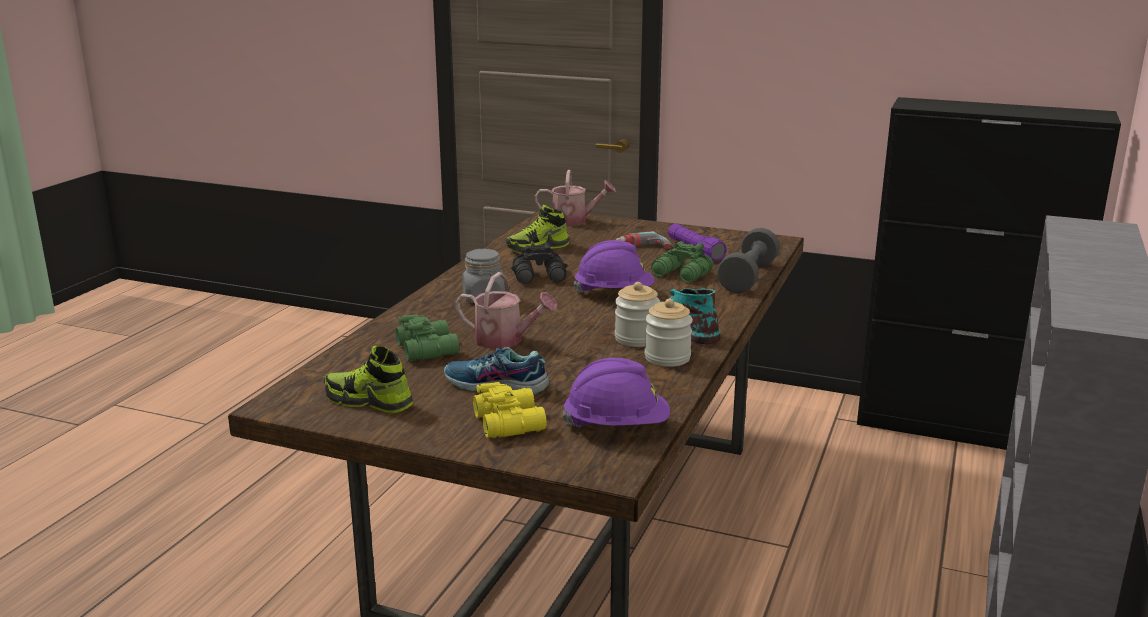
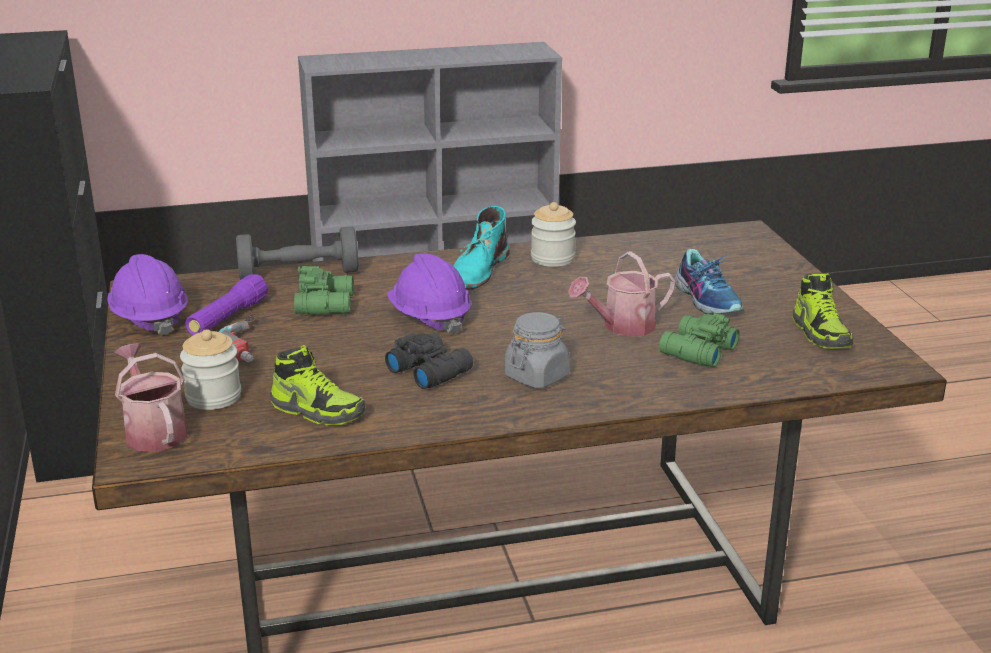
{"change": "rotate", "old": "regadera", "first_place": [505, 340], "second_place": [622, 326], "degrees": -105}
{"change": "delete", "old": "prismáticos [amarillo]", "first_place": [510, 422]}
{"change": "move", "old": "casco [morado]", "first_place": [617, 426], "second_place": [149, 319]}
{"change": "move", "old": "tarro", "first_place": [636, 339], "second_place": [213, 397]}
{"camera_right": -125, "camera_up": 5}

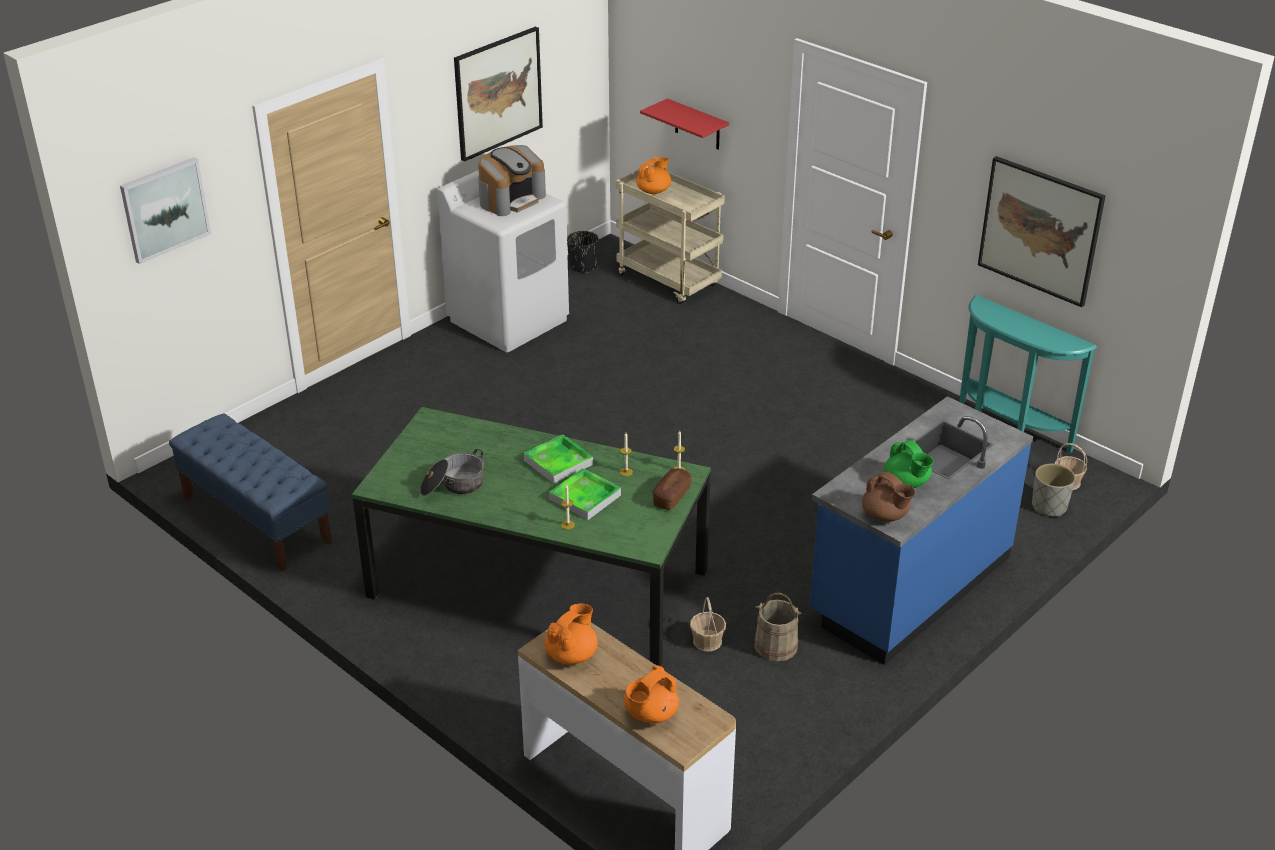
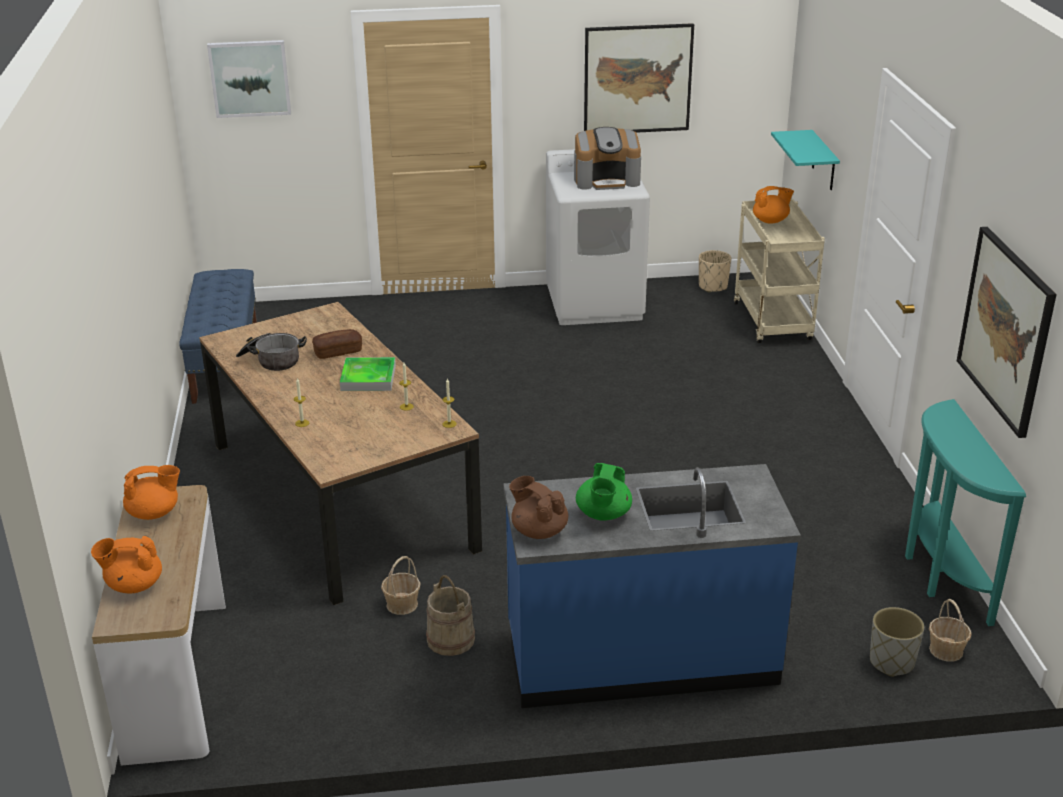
{"change": "recolor", "old": "mesa de comedor [verde]", "new": "mesa de comedor [marrón]", "first_place": [539, 583], "second_place": [342, 496]}
{"change": "delete", "old": "bandeja", "first_place": [585, 497]}
{"change": "recolor", "old": "maceta [negro]", "new": "maceta [beis]", "first_place": [583, 266], "second_place": [713, 286]}
{"change": "recolor", "old": "estante [rojo]", "new": "estante [turquesa]", "first_place": [697, 125], "second_place": [824, 161]}
{"change": "move", "old": "pan", "first_place": [671, 496], "second_place": [338, 352]}
{"change": "rotate", "old": "tetera [marrón]", "first_place": [885, 515], "second_place": [538, 531], "degrees": 135}
{"camera_right": 40, "camera_up": -5}

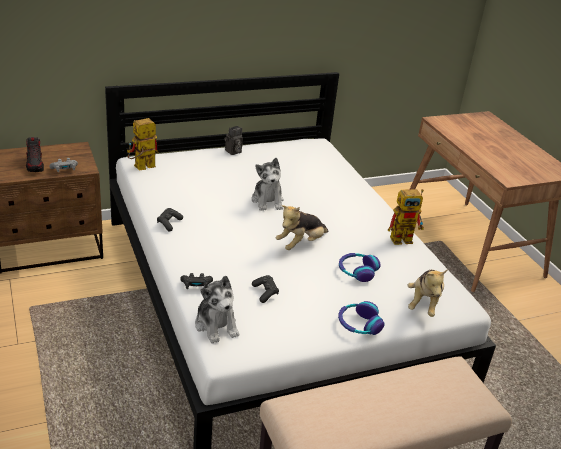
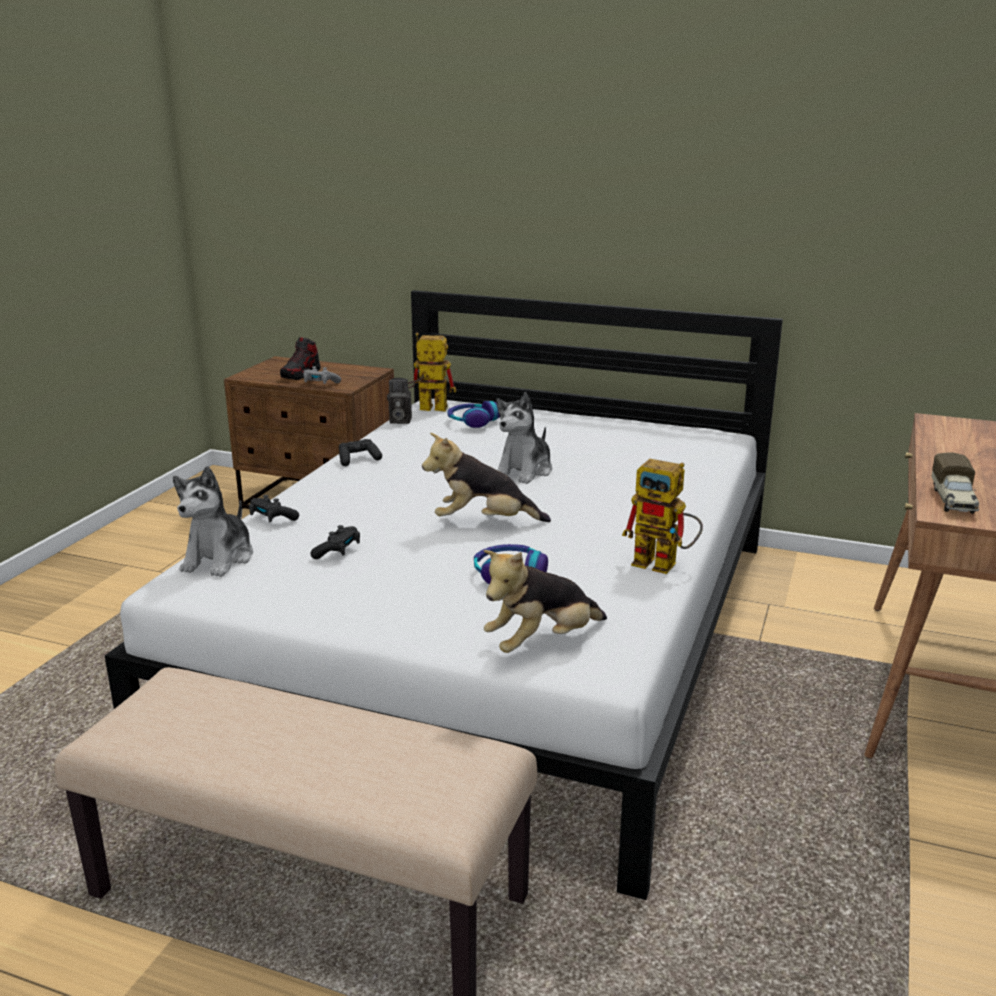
{"change": "move", "old": "cámara", "first_place": [233, 152], "second_place": [399, 421]}
{"change": "move", "old": "auriculares", "first_place": [359, 324], "second_place": [473, 421]}
{"change": "insert", "new": "camión de juguete", "second_place": [953, 501]}
{"camera_right": 45, "camera_up": -10}

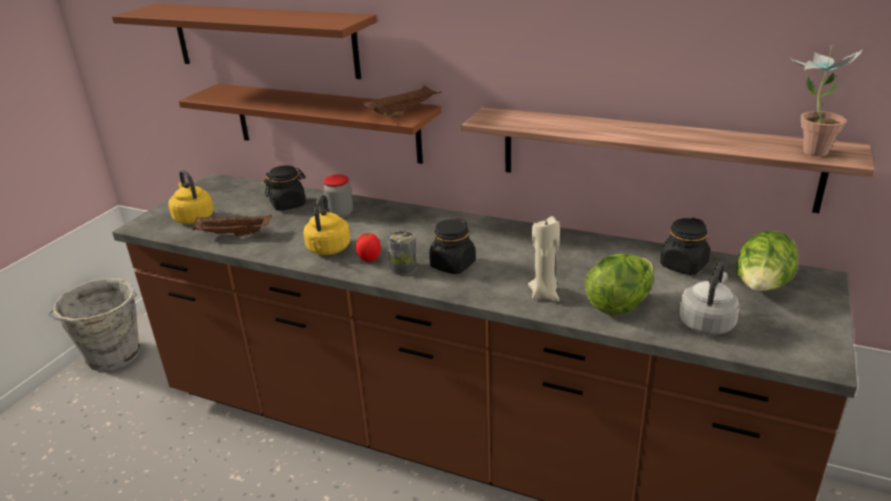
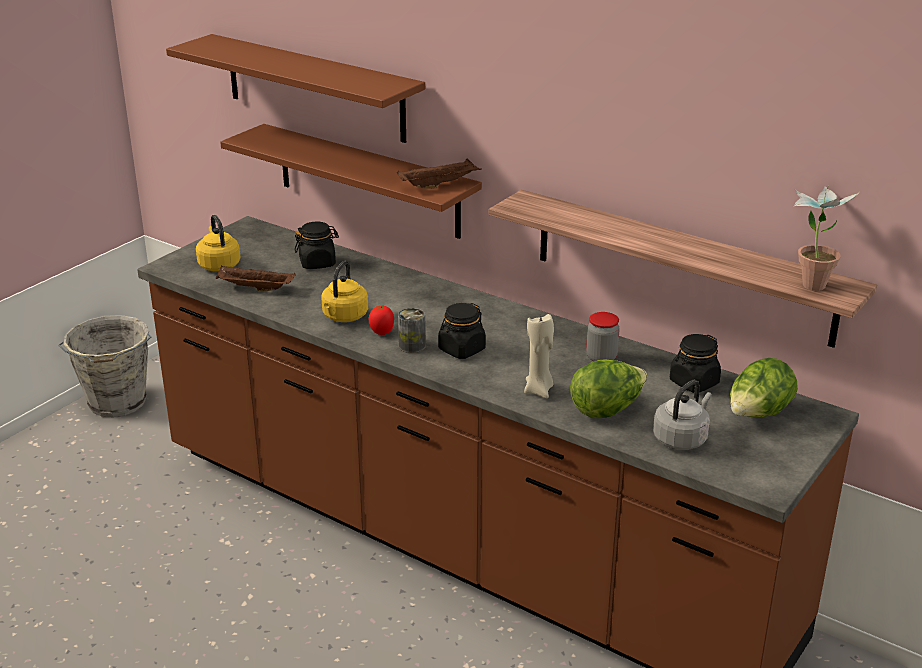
{"change": "move", "old": "tarro", "first_place": [340, 213], "second_place": [601, 357]}
{"camera_right": 10, "camera_up": 0}

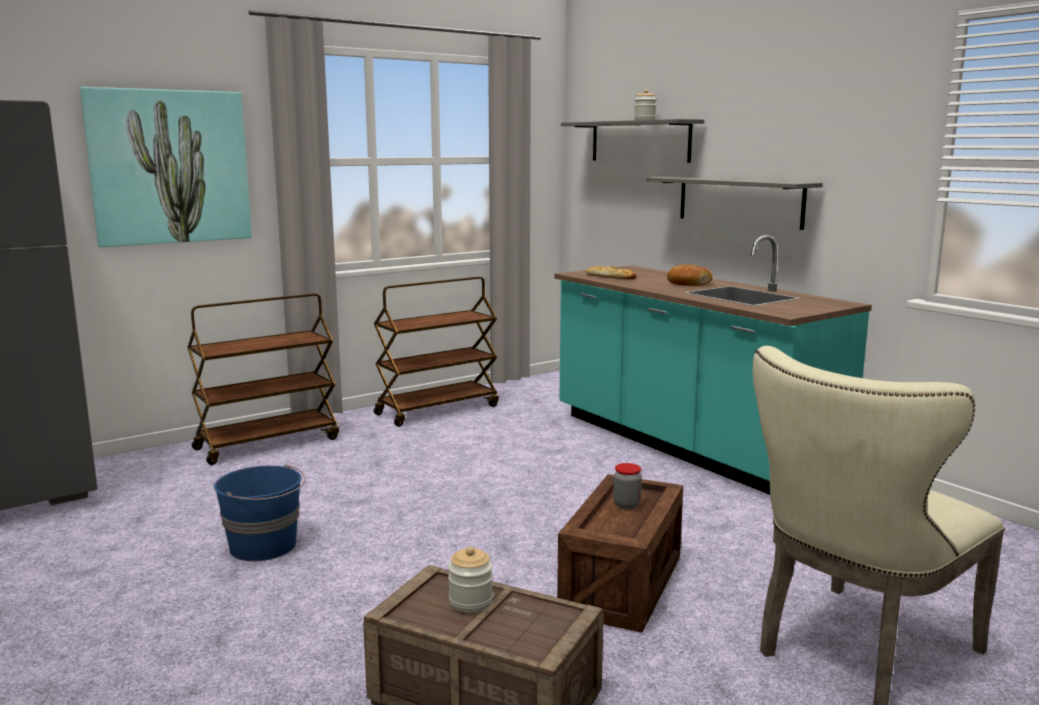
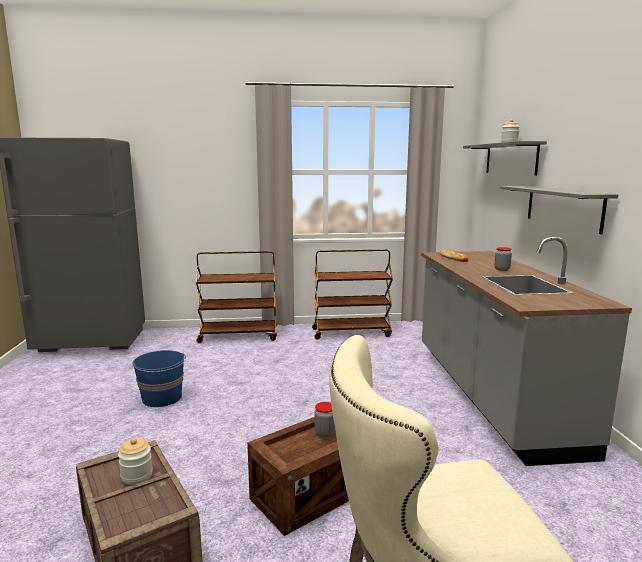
{"change": "delete", "old": "cuadro", "first_place": [169, 167]}
{"change": "recolor", "old": "mueble bajo de cocina [turquesa]", "new": "mueble bajo de cocina [gris]", "first_place": [688, 447], "second_place": [490, 395]}
{"change": "replace", "old": "pan", "new": "tarro", "first_place": [688, 283], "second_place": [502, 269]}
{"camera_right": 30, "camera_up": 0}

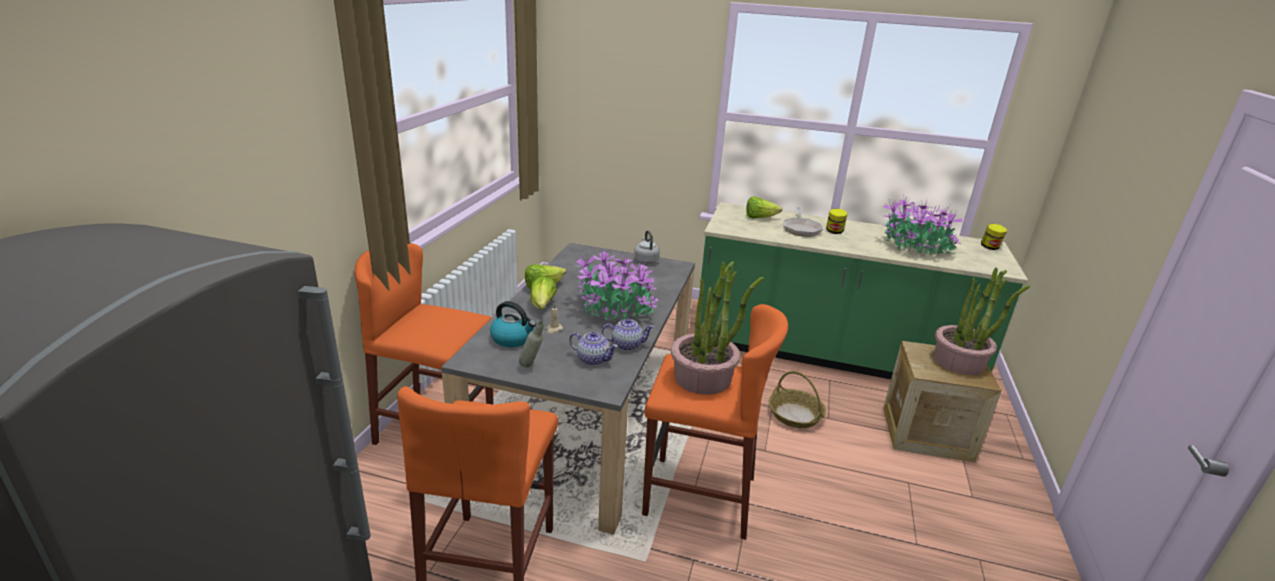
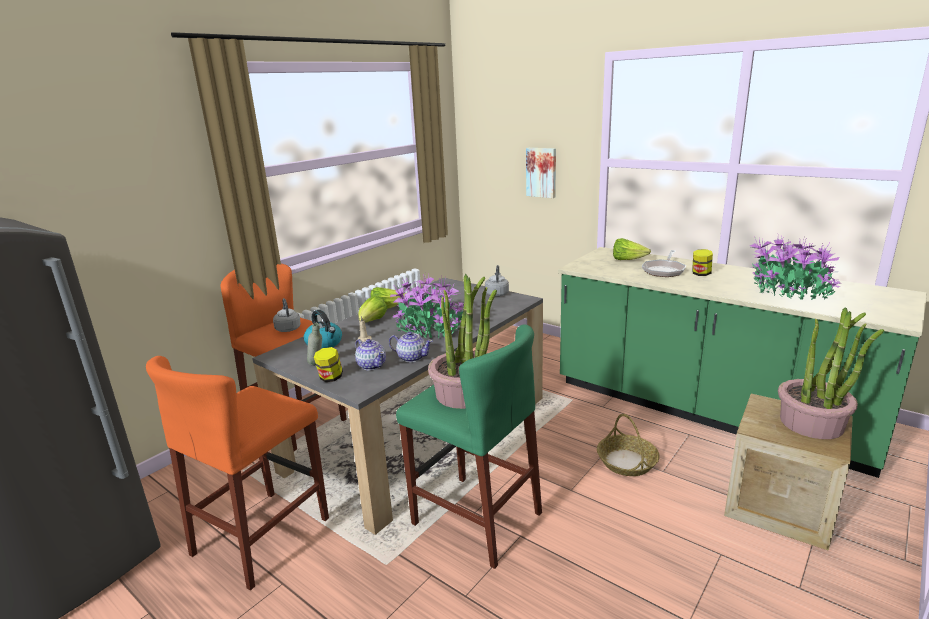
{"change": "recolor", "old": "taburete [naranja]", "new": "taburete [verde]", "first_place": [699, 496], "second_place": [476, 518]}
{"change": "move", "old": "tarro", "first_place": [990, 247], "second_place": [330, 378]}
{"change": "insert", "new": "hervidor [gris]", "second_place": [288, 328]}
{"change": "insert", "new": "cuadro", "second_place": [541, 172]}
{"camera_right": 25, "camera_up": -5}

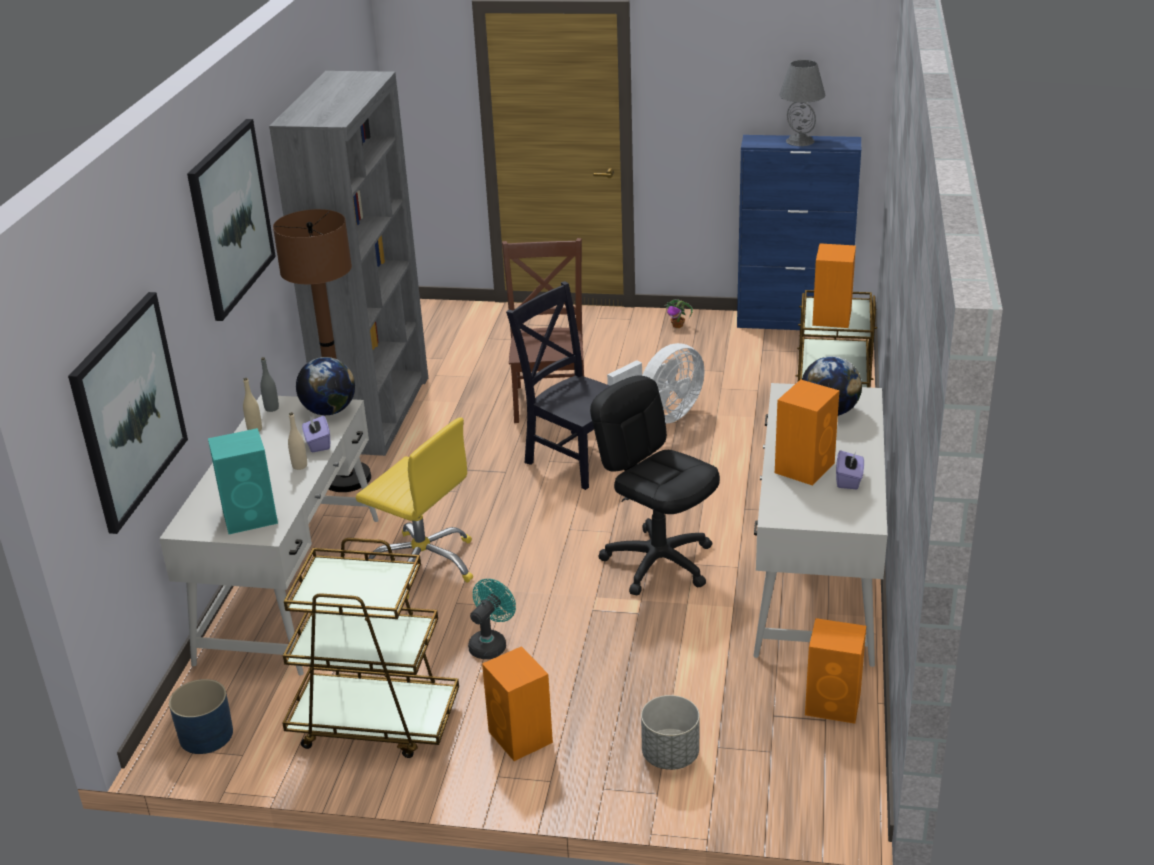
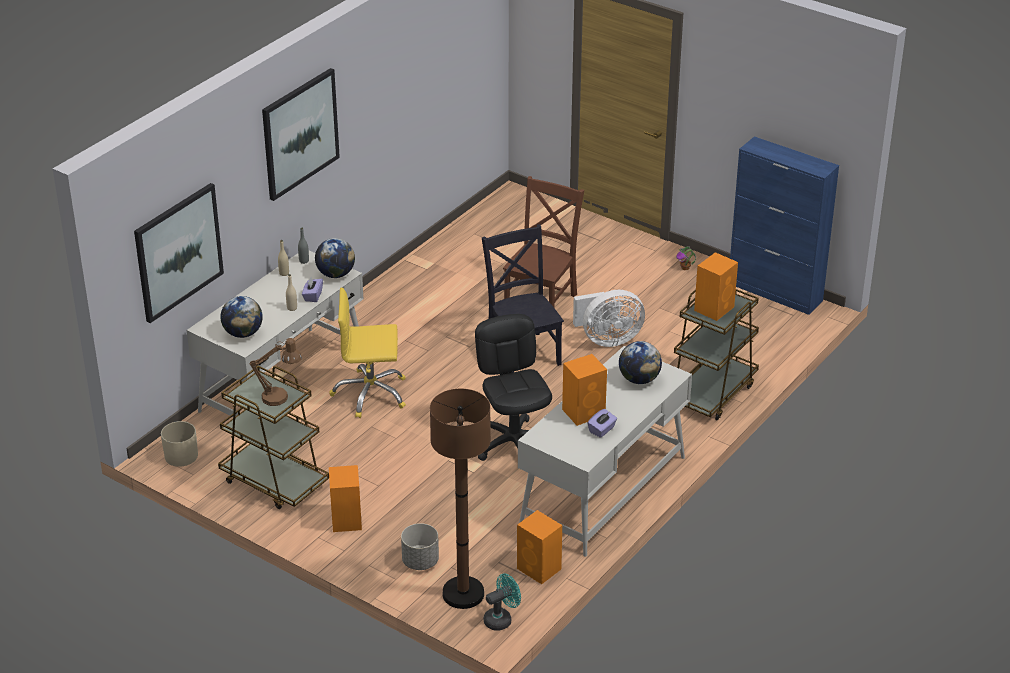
{"change": "recolor", "old": "maceta [azul]", "new": "maceta [beis]", "first_place": [206, 735], "second_place": [181, 456]}
{"change": "replace", "old": "altavoz [turquesa]", "new": "globo terráqueo", "first_place": [251, 517], "second_place": [243, 333]}
{"change": "delete", "old": "estantería [gris]", "first_place": [376, 413]}
{"change": "move", "old": "lámpara de pie [marrón]", "first_place": [347, 478], "second_place": [463, 594]}
{"change": "rotate", "old": "silla de oficina [amarillo]", "first_place": [423, 564], "second_place": [370, 394], "degrees": 120}
{"change": "move", "old": "ventilador [turquesa]", "first_place": [491, 644], "second_place": [501, 619]}
{"change": "delete", "old": "lámpara de mesa [gris]", "first_place": [800, 141]}
{"change": "insert", "new": "lámpara de mesa [marrón]", "second_place": [280, 397]}
{"camera_right": 25, "camera_up": 5}

